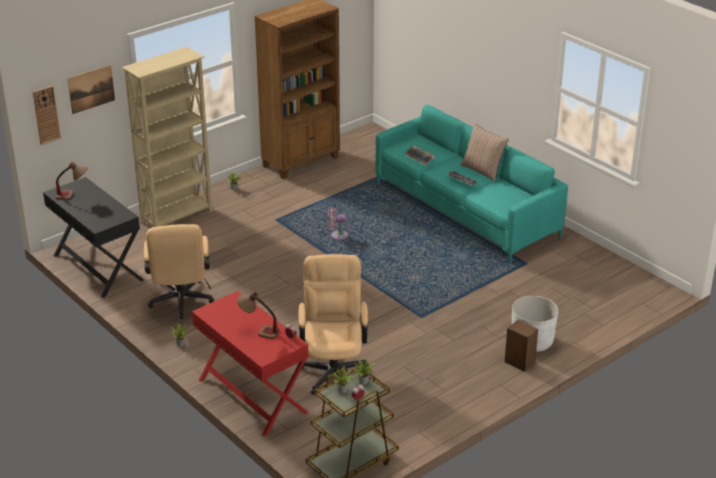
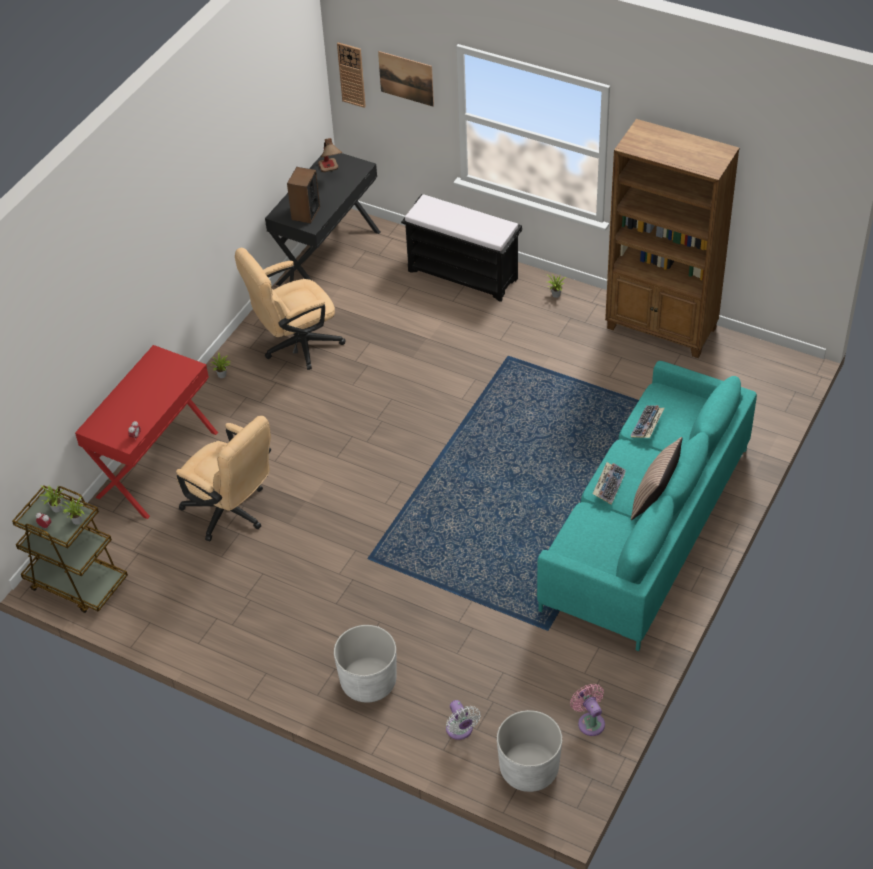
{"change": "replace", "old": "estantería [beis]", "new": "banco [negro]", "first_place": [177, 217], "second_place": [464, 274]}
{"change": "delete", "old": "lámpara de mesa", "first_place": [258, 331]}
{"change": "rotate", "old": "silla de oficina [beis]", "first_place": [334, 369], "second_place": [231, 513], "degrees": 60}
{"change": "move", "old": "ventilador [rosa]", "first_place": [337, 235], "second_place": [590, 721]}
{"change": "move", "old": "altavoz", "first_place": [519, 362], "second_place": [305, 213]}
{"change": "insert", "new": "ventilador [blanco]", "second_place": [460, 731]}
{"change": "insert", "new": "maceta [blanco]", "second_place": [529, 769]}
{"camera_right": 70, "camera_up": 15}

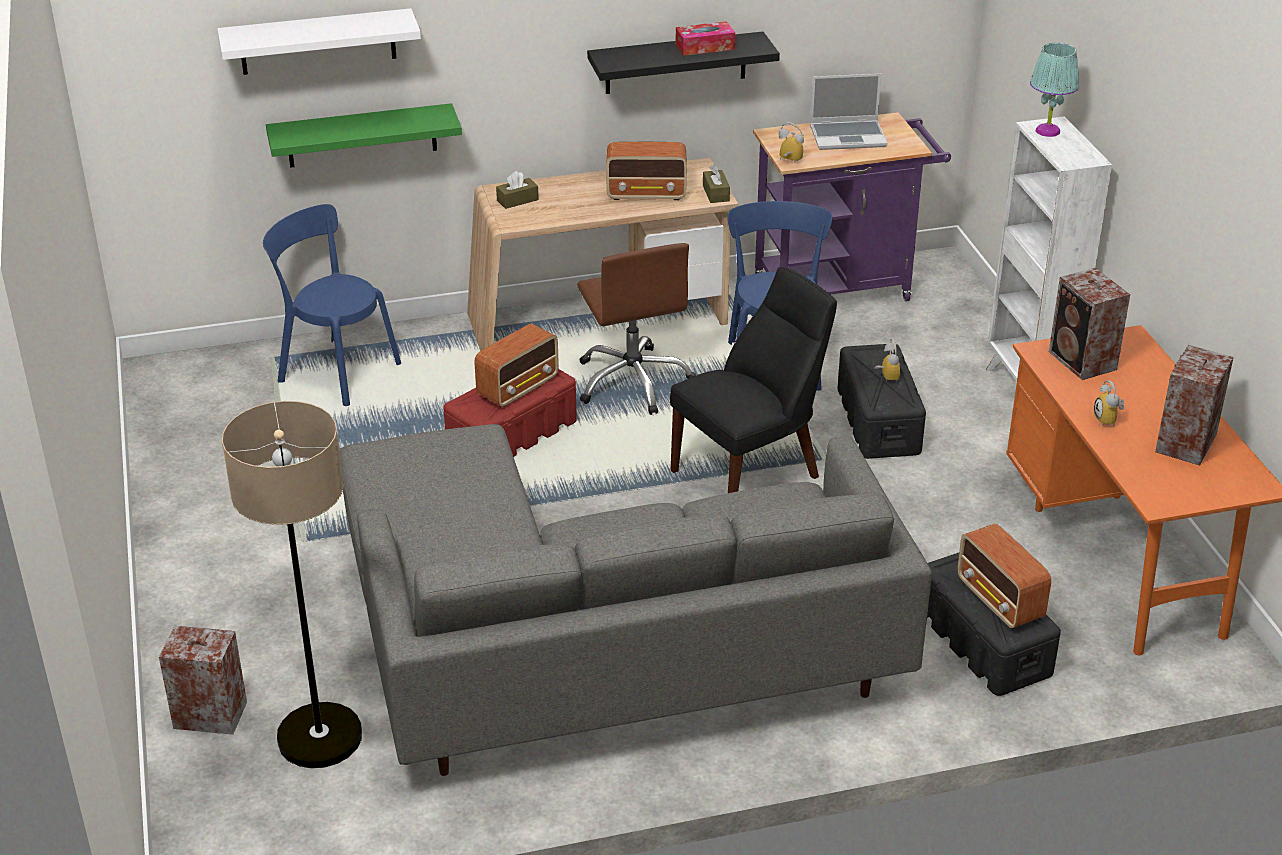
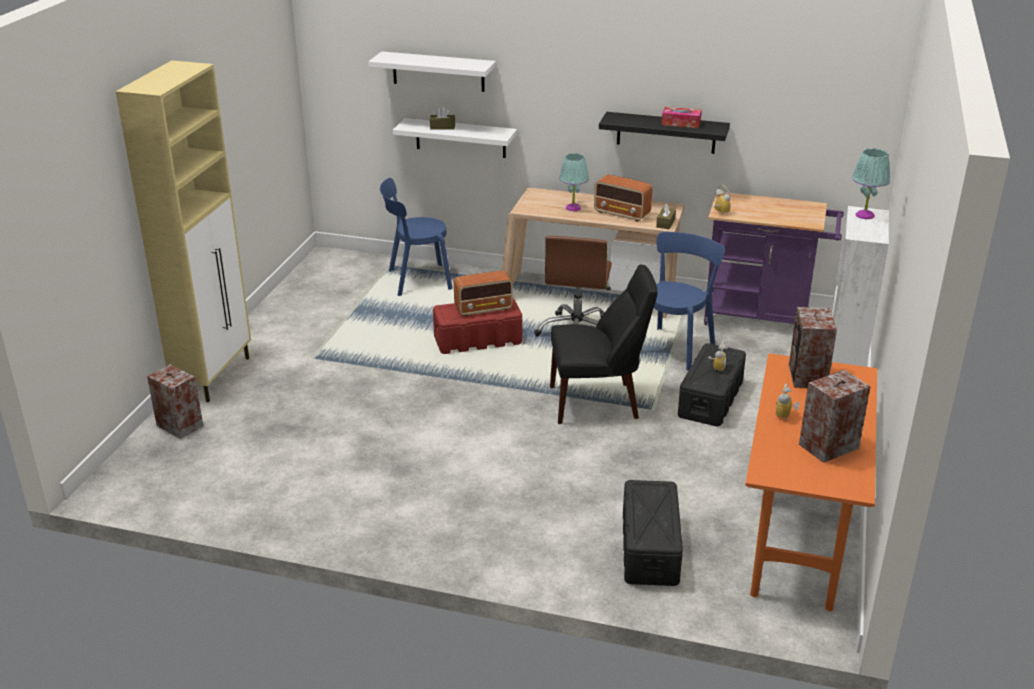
{"change": "delete", "old": "lámpara de pie", "first_place": [324, 762]}
{"change": "rotate", "old": "silla [azul]", "first_place": [335, 370], "second_place": [416, 280], "degrees": -75}
{"change": "recolor", "old": "estante [verde]", "new": "estante [blanco]", "first_place": [361, 135], "second_place": [460, 138]}
{"change": "delete", "old": "sofá [gris]", "first_place": [591, 651]}
{"change": "move", "old": "caja de pañuelos [marrón]", "first_place": [517, 200], "second_place": [442, 127]}
{"change": "delete", "old": "portátil", "first_place": [848, 136]}
{"change": "delete", "old": "radio", "first_place": [1000, 600]}
{"change": "insert", "new": "armario [beis]", "second_place": [214, 376]}
{"change": "insert", "new": "lámpara de mesa [turquesa]", "second_place": [573, 208]}
{"camera_right": 30, "camera_up": -5}

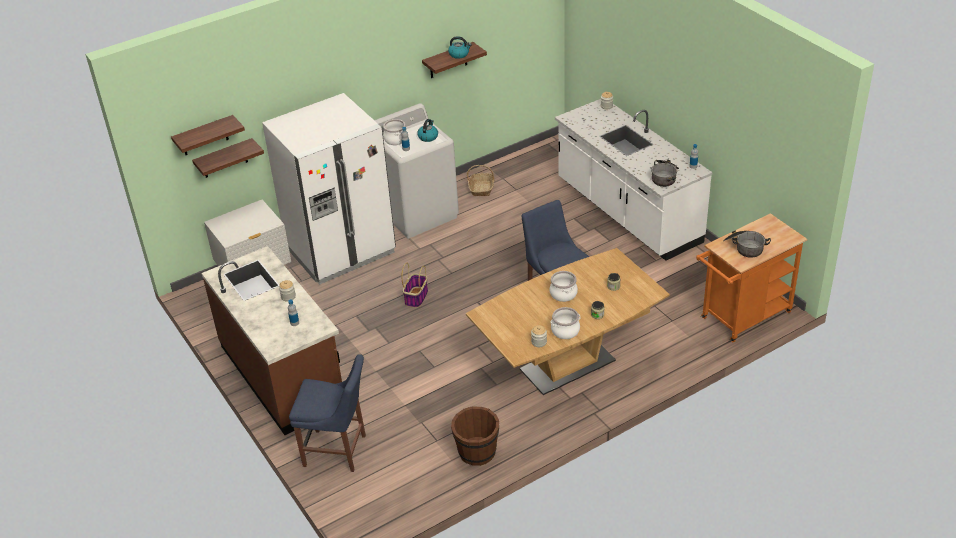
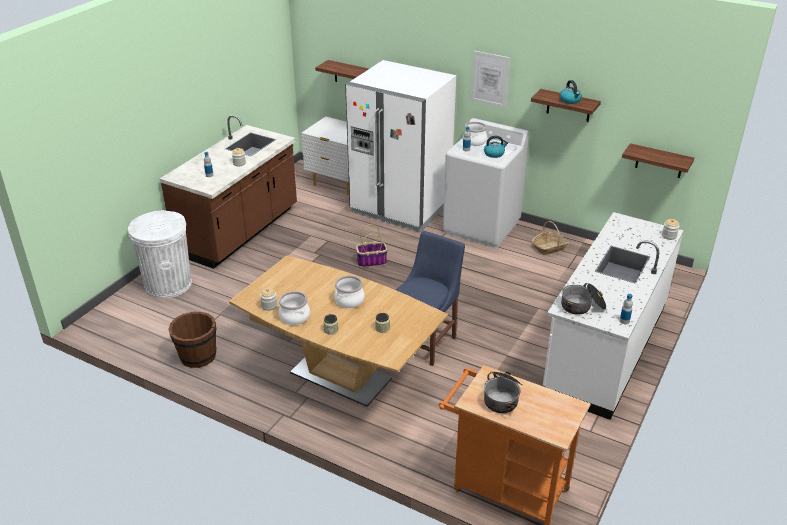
{"change": "move", "old": "estante", "first_place": [204, 136], "second_place": [659, 161]}
{"change": "replace", "old": "silla [azul]", "new": "papelera [blanco]", "first_place": [338, 451], "second_place": [168, 284]}
{"change": "insert", "new": "cuadro", "second_place": [490, 79]}
{"camera_right": 60, "camera_up": -5}

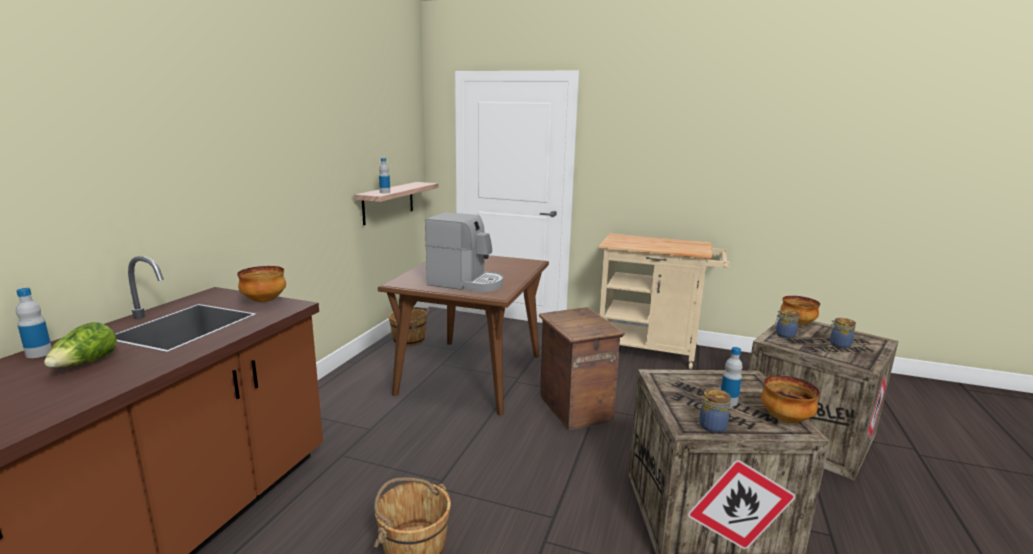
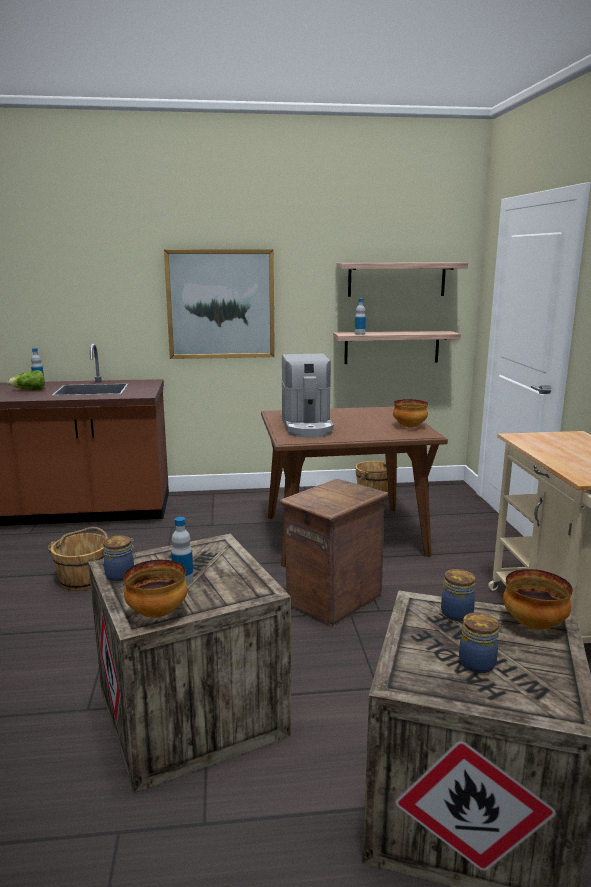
{"change": "move", "old": "cuenco", "first_place": [265, 301], "second_place": [410, 427]}
{"change": "insert", "new": "cuadro", "second_place": [220, 304]}
{"change": "insert", "new": "estante", "second_place": [396, 279]}
{"camera_right": 65, "camera_up": 0}

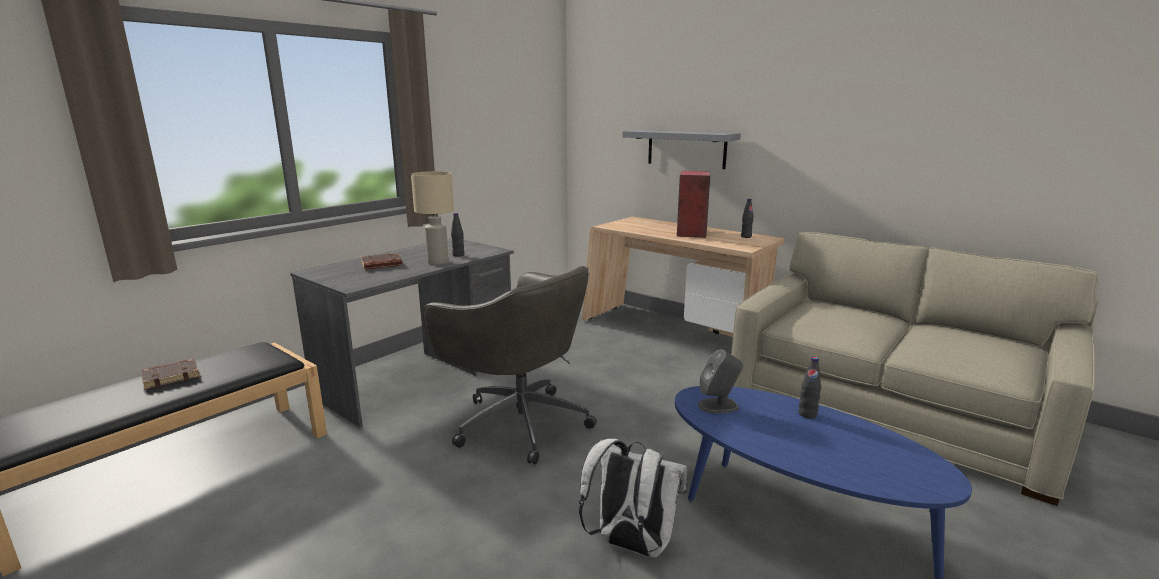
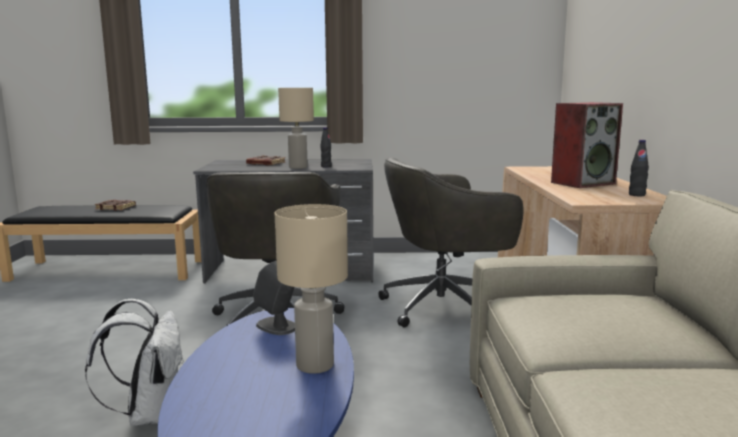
{"change": "delete", "old": "estante [gris]", "first_place": [686, 149]}
{"change": "replace", "old": "botella [negro]", "new": "lámpara de mesa [beis]", "first_place": [807, 414], "second_place": [316, 366]}
{"change": "insert", "new": "silla de oficina [gris]", "second_place": [445, 306]}
{"camera_right": 50, "camera_up": -5}

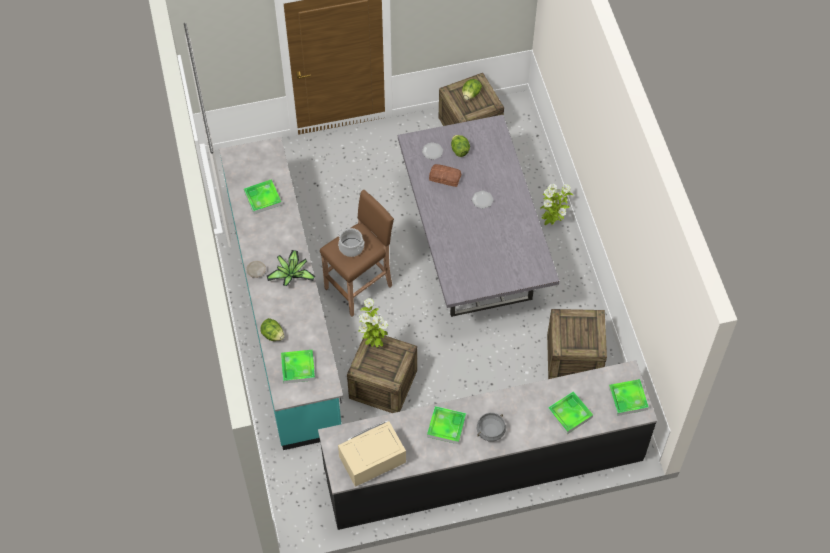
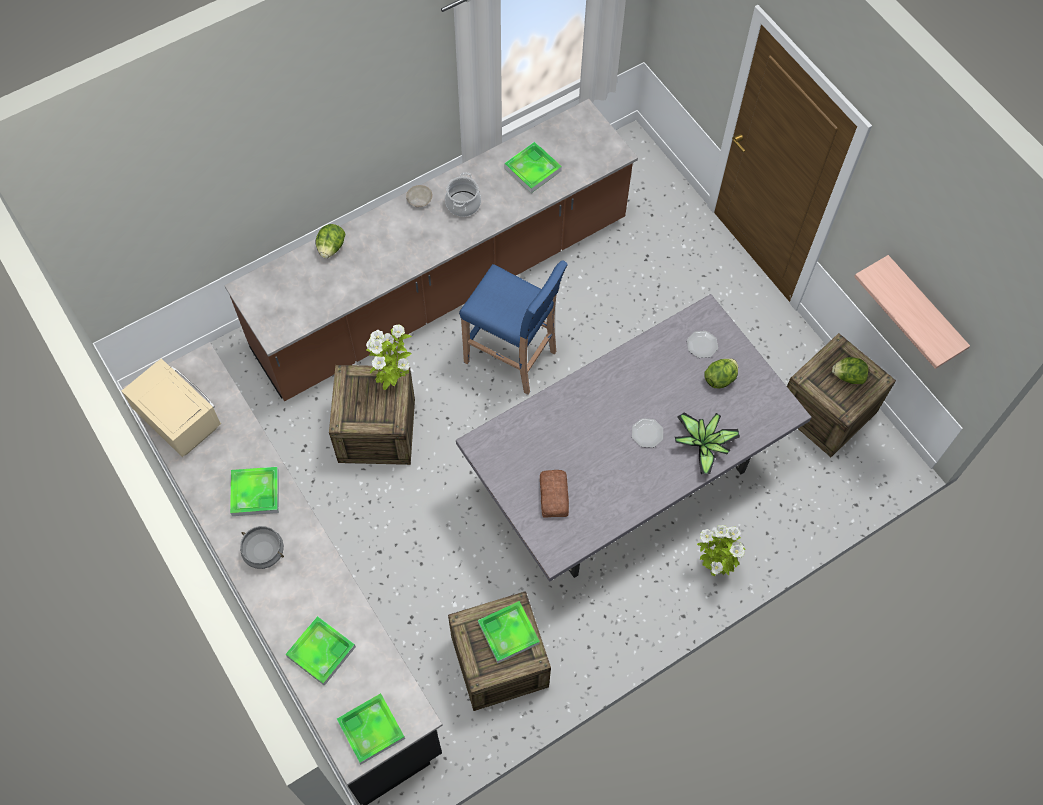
{"change": "recolor", "old": "mueble bajo de cocina [turquesa]", "new": "mueble bajo de cocina [marrón]", "first_place": [285, 312], "second_place": [443, 286]}
{"change": "move", "old": "planta en maceta", "first_place": [291, 274], "second_place": [704, 444]}
{"change": "move", "old": "bandeja", "first_place": [298, 367], "second_place": [508, 633]}
{"change": "recolor", "old": "taburete [marrón]", "new": "taburete [azul]", "first_place": [360, 286], "second_place": [512, 357]}
{"change": "move", "old": "olla", "first_place": [351, 247], "second_place": [463, 203]}
{"change": "move", "old": "pan", "first_place": [445, 178], "second_place": [553, 496]}
{"change": "insert", "new": "estante", "second_place": [923, 309]}
{"camera_right": 70, "camera_up": 5}

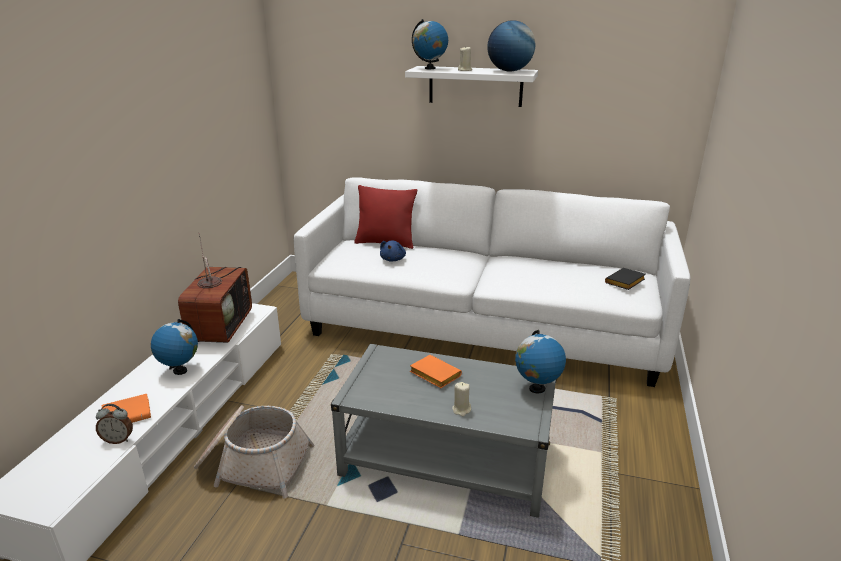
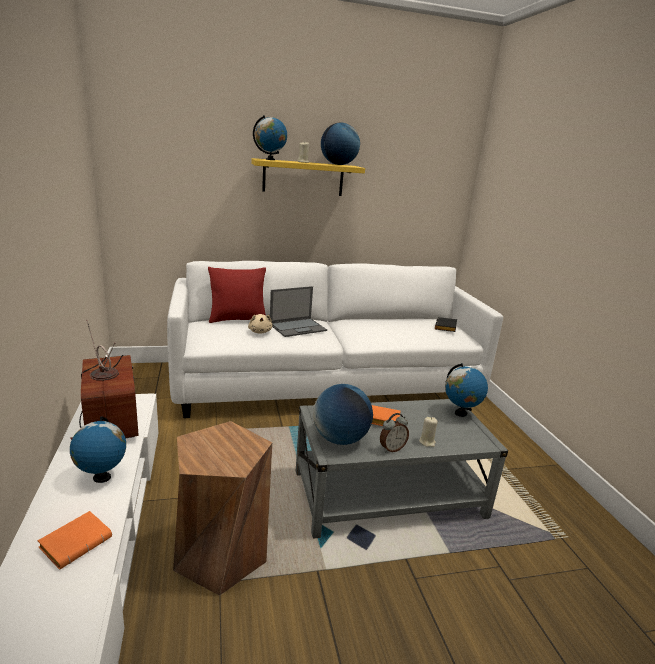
{"change": "move", "old": "despertador", "first_place": [118, 439], "second_place": [391, 448]}
{"change": "replace", "old": "cesta", "new": "taburete [marrón]", "first_place": [253, 463], "second_place": [221, 555]}
{"change": "recolor", "old": "peluche [azul]", "new": "peluche [beis]", "first_place": [393, 259], "second_place": [260, 332]}
{"change": "recolor", "old": "estante [blanco]", "new": "estante [amarillo]", "first_place": [475, 86], "second_place": [303, 178]}
{"change": "insert", "new": "portátil", "second_place": [298, 327]}
{"change": "insert", "new": "globo terráqueo", "second_place": [340, 439]}
{"camera_right": -30, "camera_up": -5}

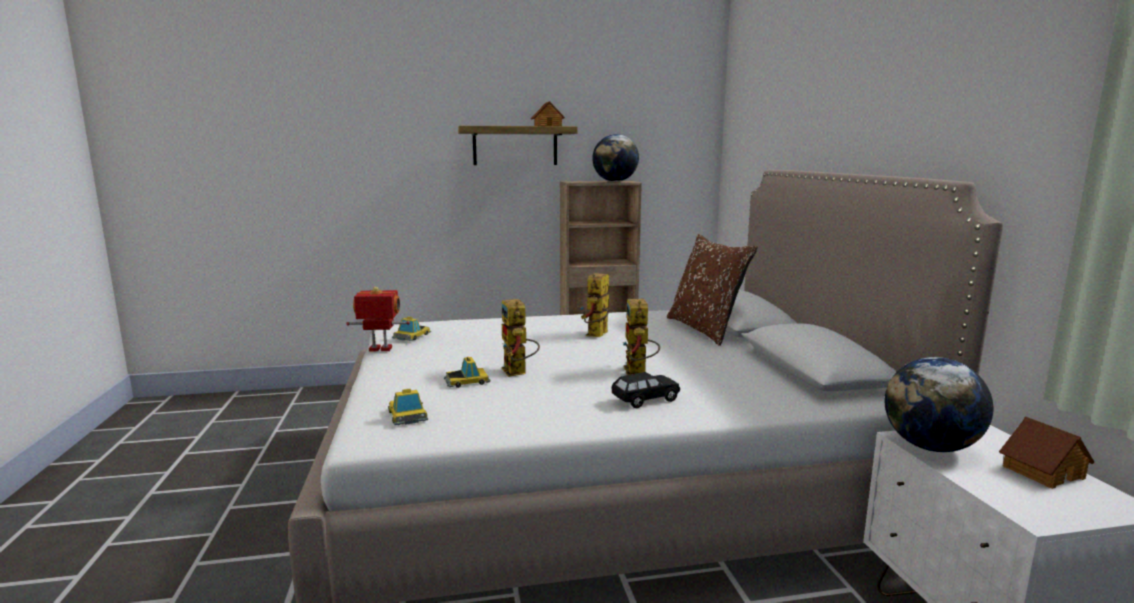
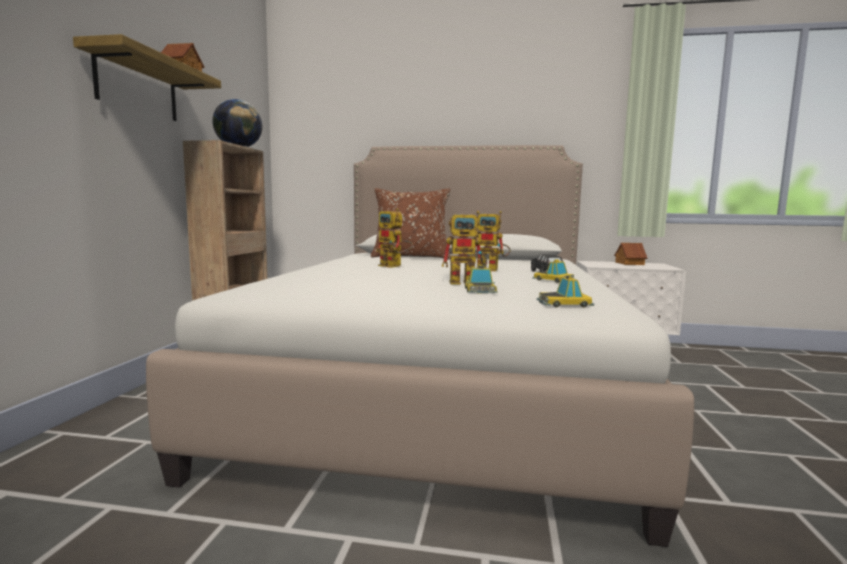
{"change": "delete", "old": "robot de juguete", "first_place": [380, 349]}
{"change": "move", "old": "coche de juguete", "first_place": [412, 336], "second_place": [553, 280]}
{"change": "delete", "old": "globo terráqueo", "first_place": [930, 447]}
{"camera_right": -70, "camera_up": -5}

